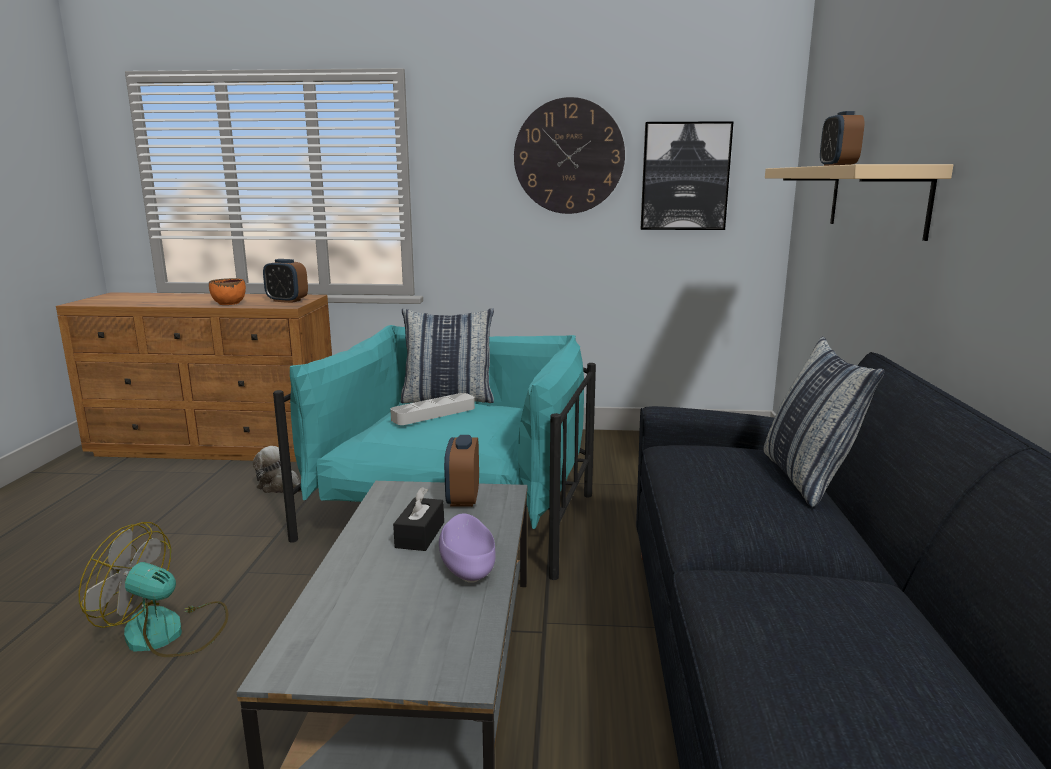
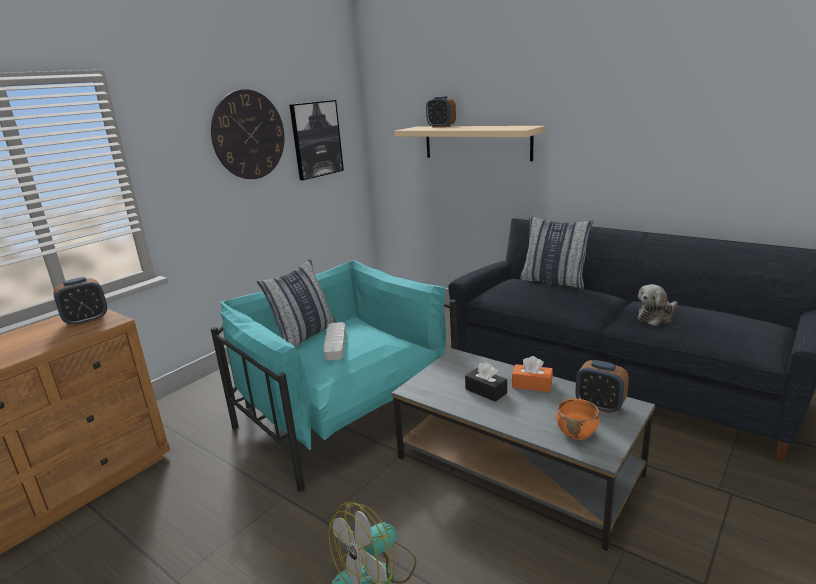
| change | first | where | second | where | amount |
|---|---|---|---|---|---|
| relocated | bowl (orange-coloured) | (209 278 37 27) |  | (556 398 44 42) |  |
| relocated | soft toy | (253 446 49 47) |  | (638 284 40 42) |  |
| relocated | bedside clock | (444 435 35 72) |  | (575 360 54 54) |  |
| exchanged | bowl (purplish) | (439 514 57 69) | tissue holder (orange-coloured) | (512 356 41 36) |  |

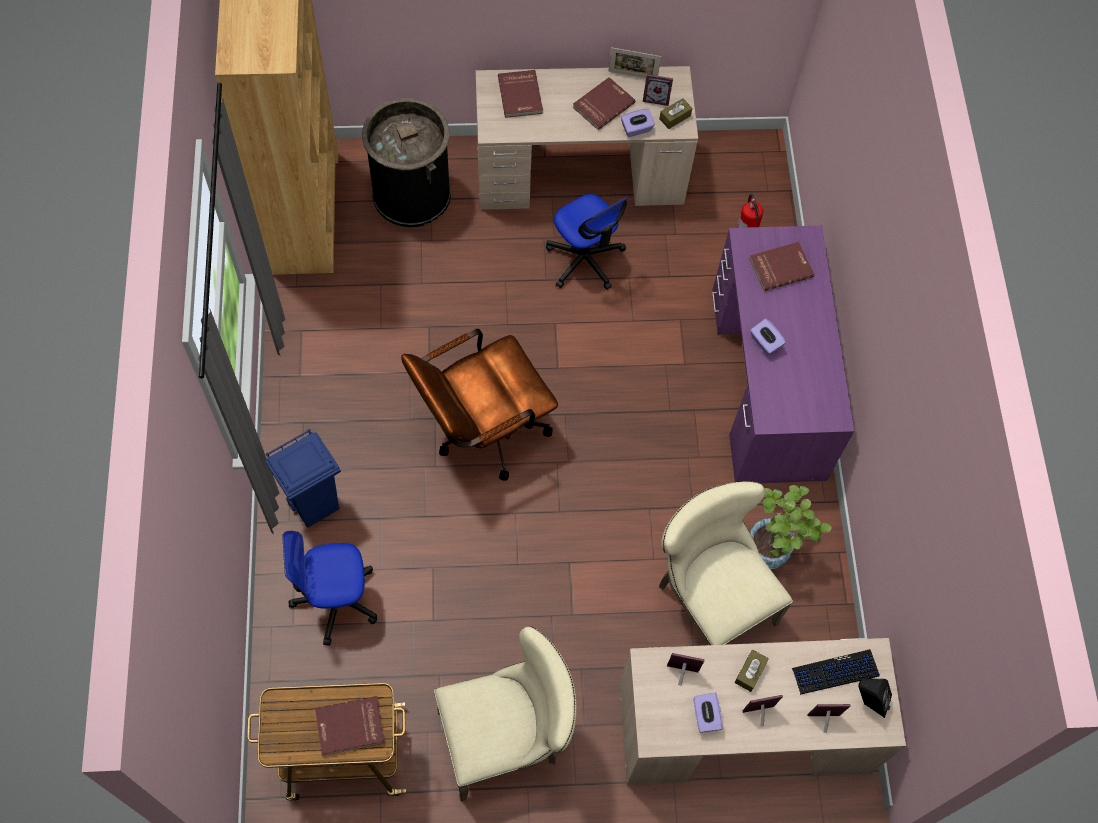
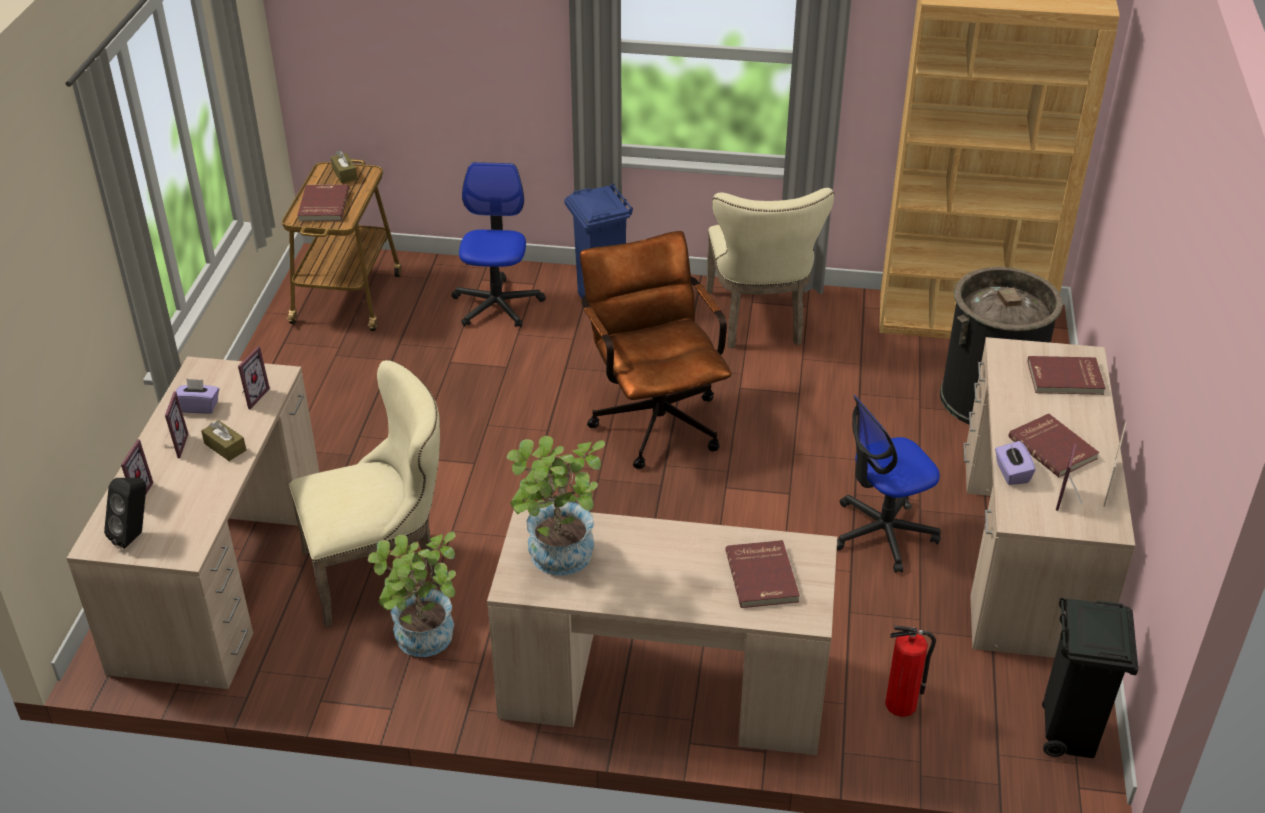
| change | first | where | second | where | amount |
|---|---|---|---|---|---|
| missing | tissue holder (purplish) | (750 318 36 38) |  |  |  |
| missing | keyboard | (792 649 88 46) |  |  |  |
| appeared |  |  | houseplant | (507 436 98 140) |  |
| appeared |  |  | rubbish bin (black) | (1042 597 96 161) |  |
| relocated | upright chair (beige) | (434 626 143 175) |  | (706 188 128 161) |  |
| relocated | tissue holder (brown-coloured) | (659 98 33 31) |  | (331 150 27 33) |  |
| colour | desk unit (purplish) | (712 226 142 257) | desk unit (beige) | (487 509 350 246) |  |

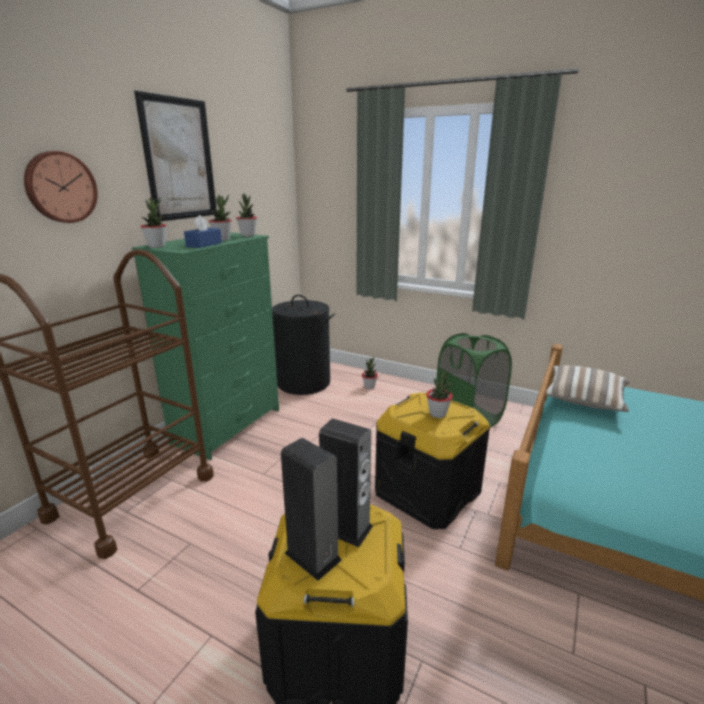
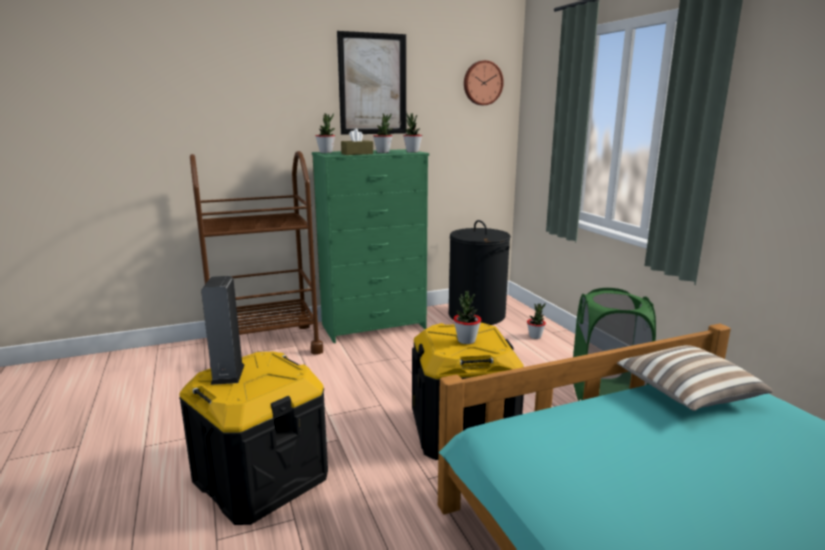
| change | first | where | second | where | amount |
|---|---|---|---|---|---|
| missing | loudspeaker | (319 418 54 129) |  |  |  |
| relocated | clock on the wall | (24 151 74 72) |  | (464 60 40 45) |  |
| colour | tissue holder (bluish) | (184 215 38 33) | tissue holder (brown-coloured) | (341 129 32 26) |  |

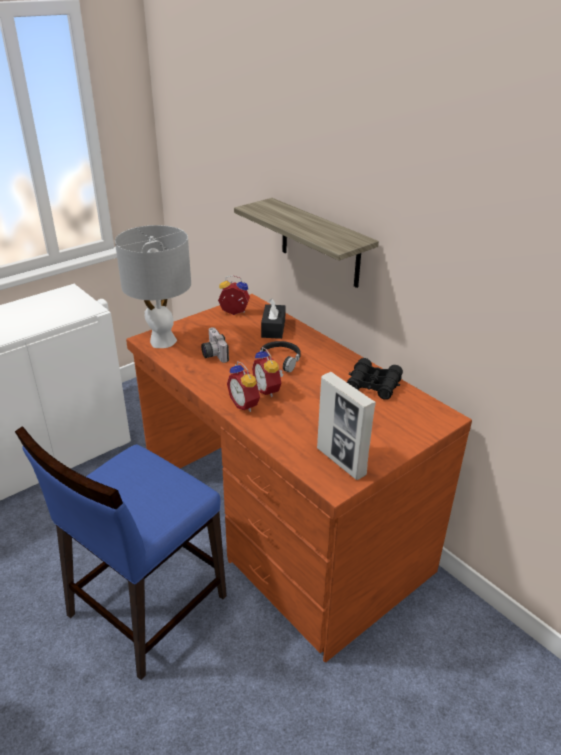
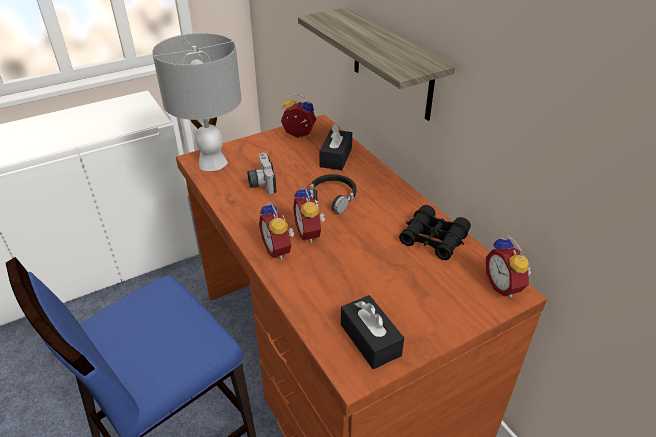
| change | first | where | second | where | amount |
|---|---|---|---|---|---|
| appeared |  |  | bedside clock | (486 235 45 63) |  |
| exchanged | standing frame | (317 372 59 108) | tissue holder (black) | (341 295 63 74) |  |

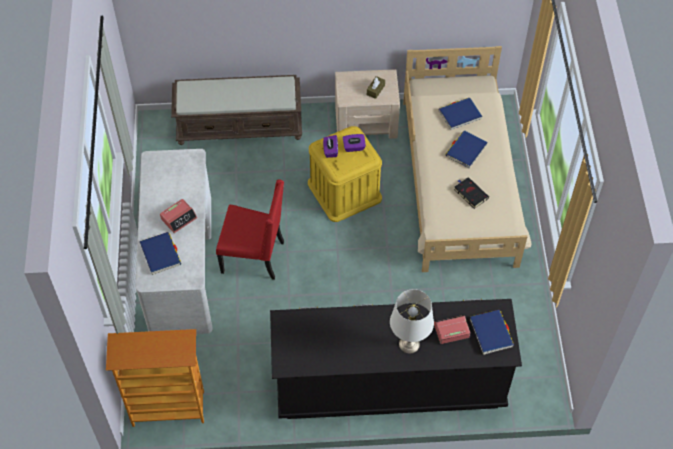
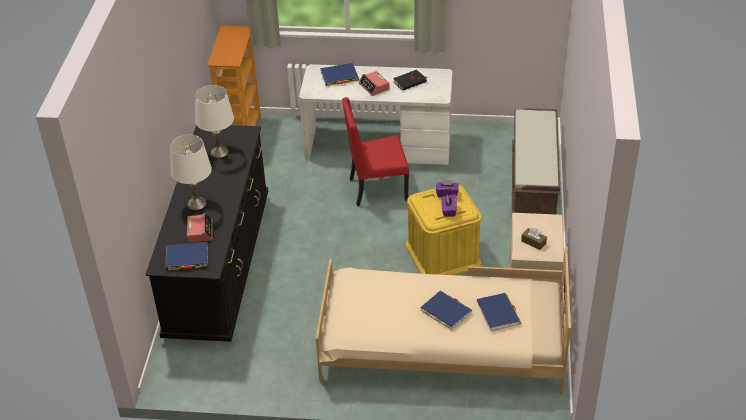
| change | first | where | second | where | amount |
|---|---|---|---|---|---|
| appeared |  |  | lamp for a table (white-coloured) | (195 85 39 73) |  |
| relocated | volume (black) | (454 177 35 32) |  | (393 70 35 21) |  |
| spun | upright chair (reddish) | (216 180 68 100) |  | (342 97 67 109) | 60 degrees clockwise |

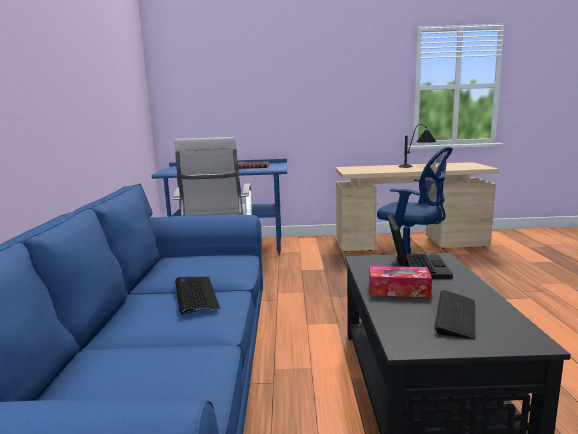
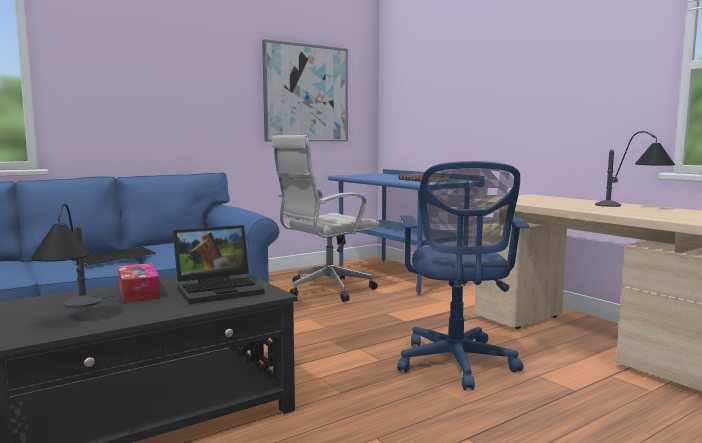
| change | first | where | second | where | amount |
|---|---|---|---|---|---|
| appeared |  |  | picture | (262 39 86 103) |  |
| exchanged | keyboard | (434 290 42 50) | lamp for a table | (31 204 71 104) |  |

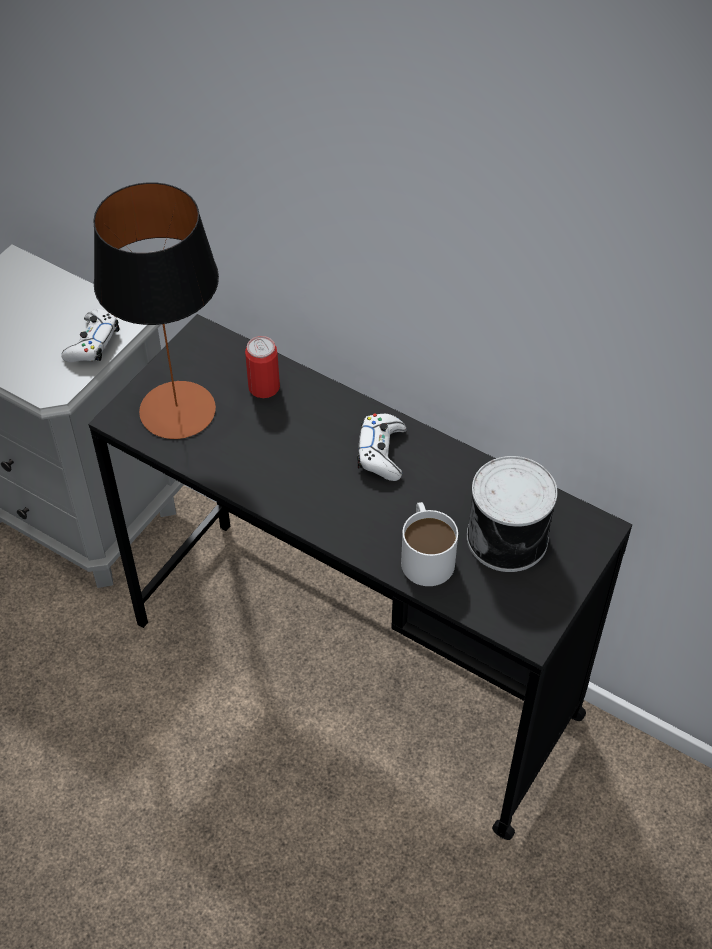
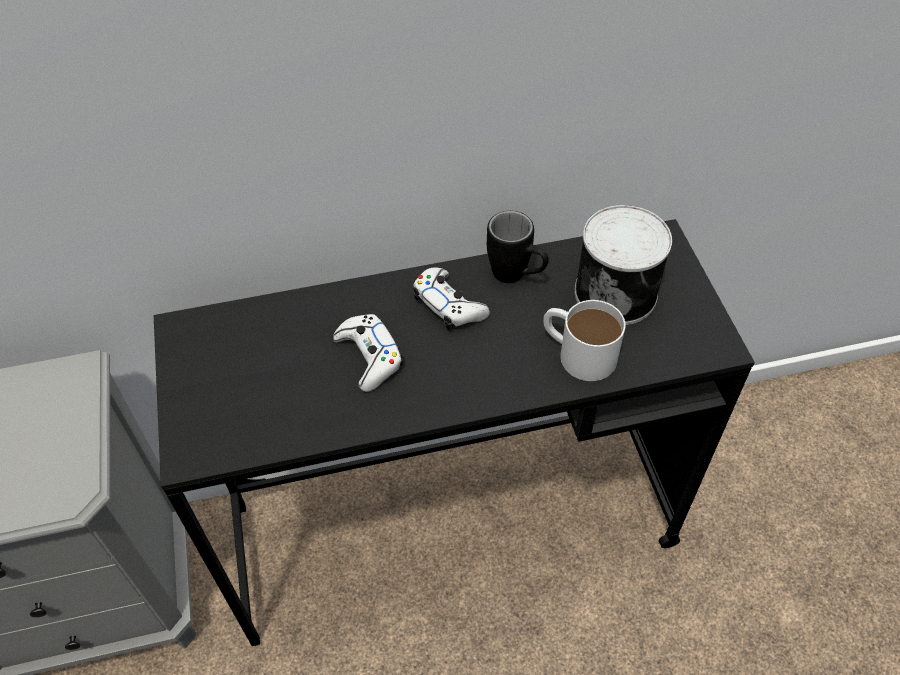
| change | first | where | second | where | amount |
|---|---|---|---|---|---|
| missing | lamp for a table | (93 182 126 257) |  |  |  |
| missing | can | (245 336 35 62) |  |  |  |
| appeared |  |  | mug (black) | (487 211 62 72) |  |
| relocated | joypad (white-coloured) | (61 309 59 53) |  | (333 314 70 78) |  |

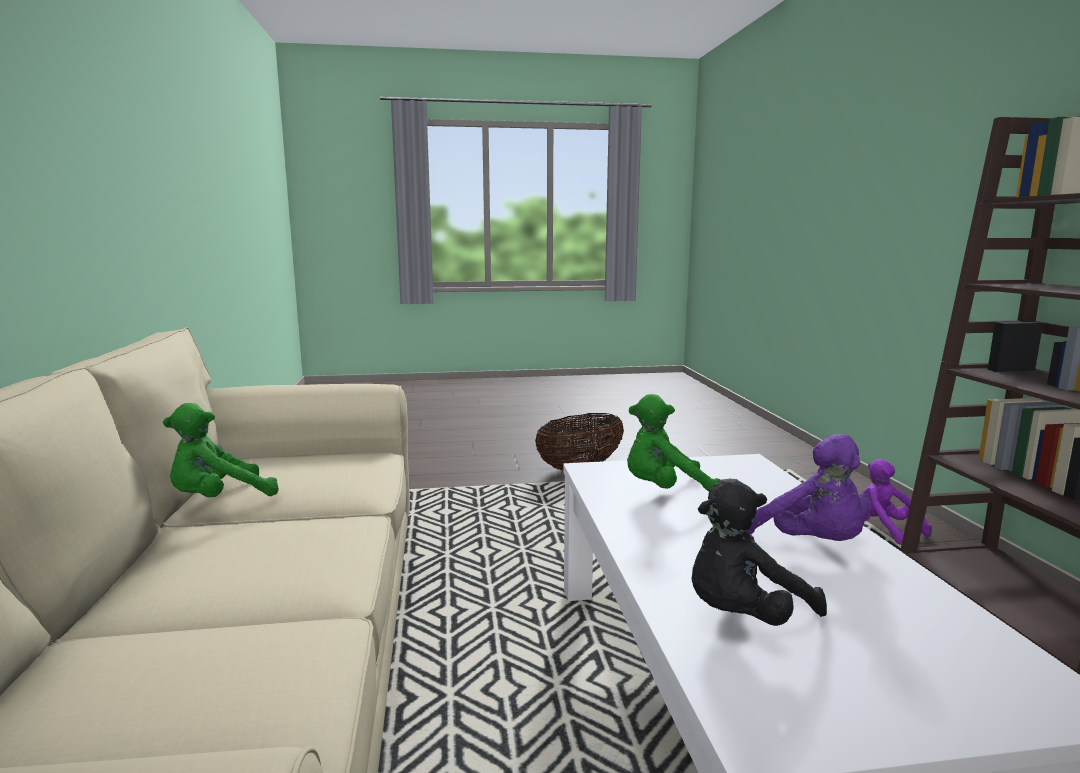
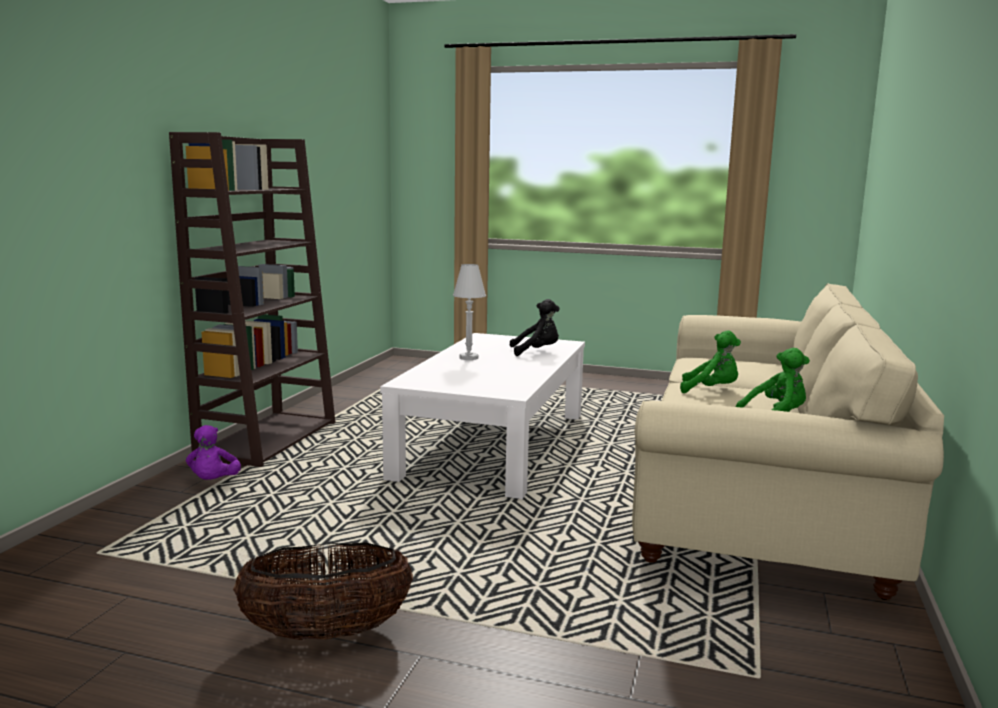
| change | first | where | second | where | amount |
|---|---|---|---|---|---|
| relocated | soft toy (green) | (627 394 94 98) |  | (680 330 61 63) |  |
| exchanged | soft toy (purplish) | (746 434 124 107) | lamp for a table (white-coloured) | (453 264 33 96) |  |

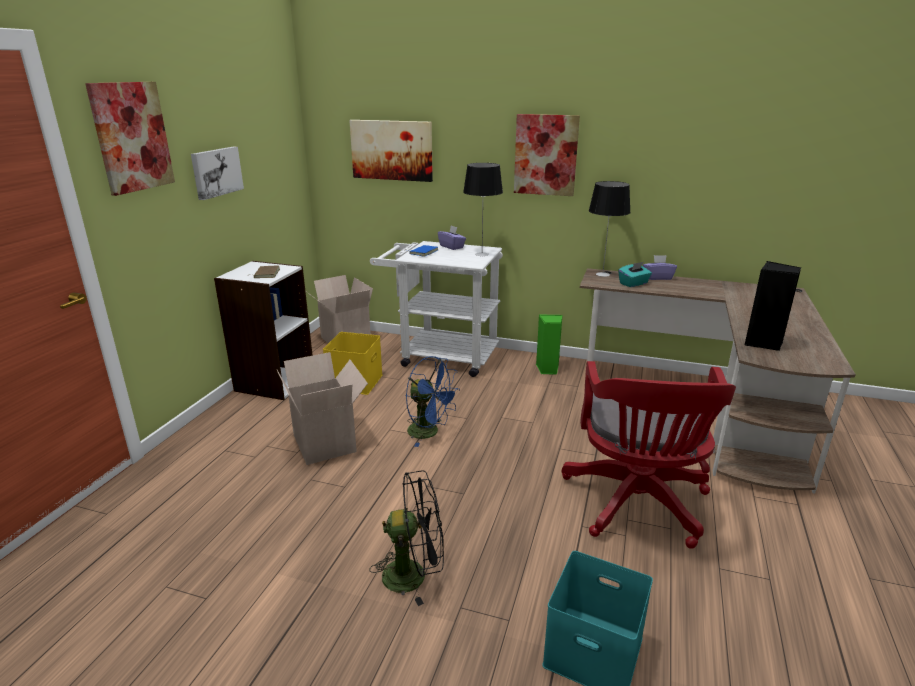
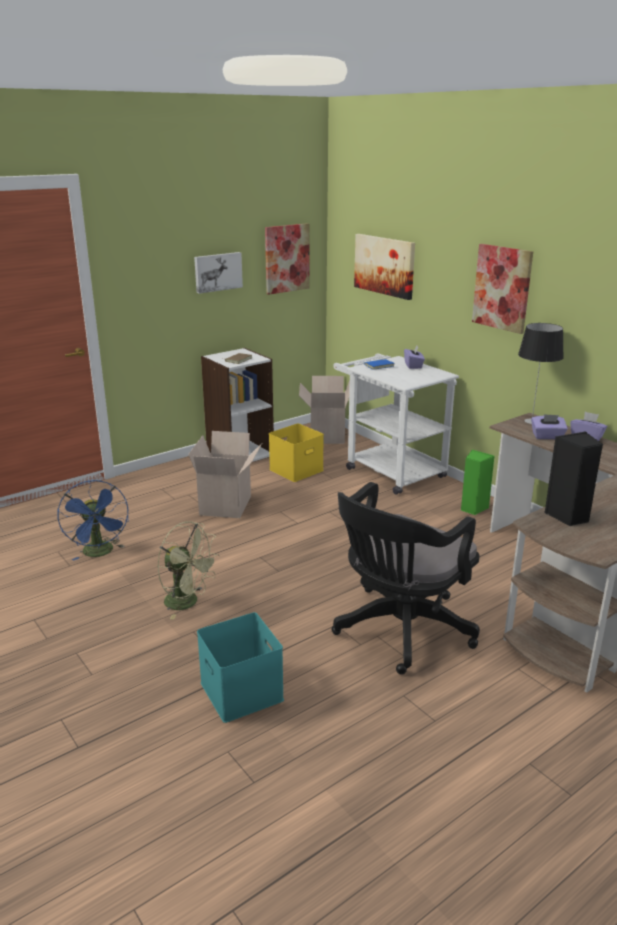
| change | first | where | second | where | amount |
|---|---|---|---|---|---|
| missing | lamp for a table | (463 163 40 93) |  |  |  |
| relocated | picture | (85 82 90 114) |  | (265 223 44 72) |  |
| relocated | fan (bluish) | (406 356 54 91) |  | (58 480 71 81) |  |
| colour | fan (black) | (369 470 75 136) | fan (green) | (157 521 63 98) |  |
| colour | office chair (reddish) | (561 361 175 188) | office chair (black) | (331 482 149 193) |  |
| colour | tissue holder (turquoise-coloured) | (618 262 34 25) | tissue holder (purplish) | (531 414 37 25) |  |

